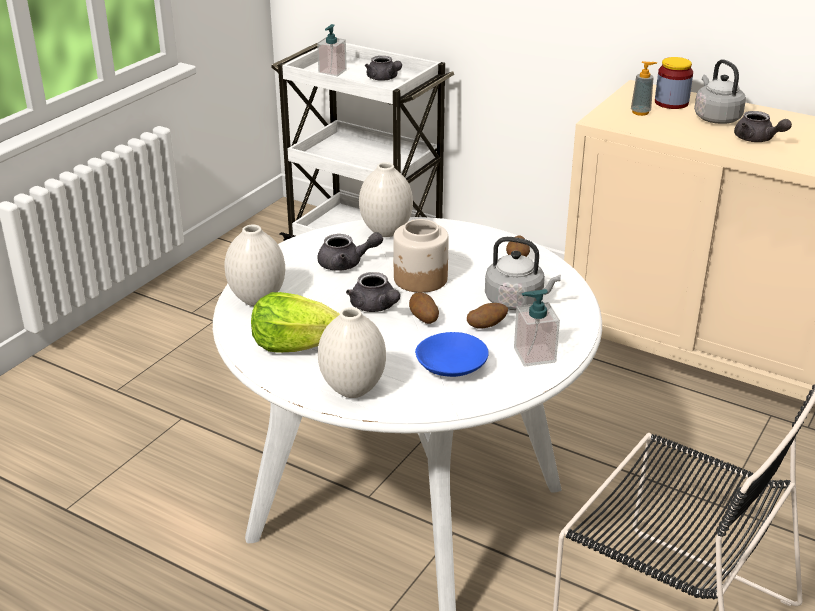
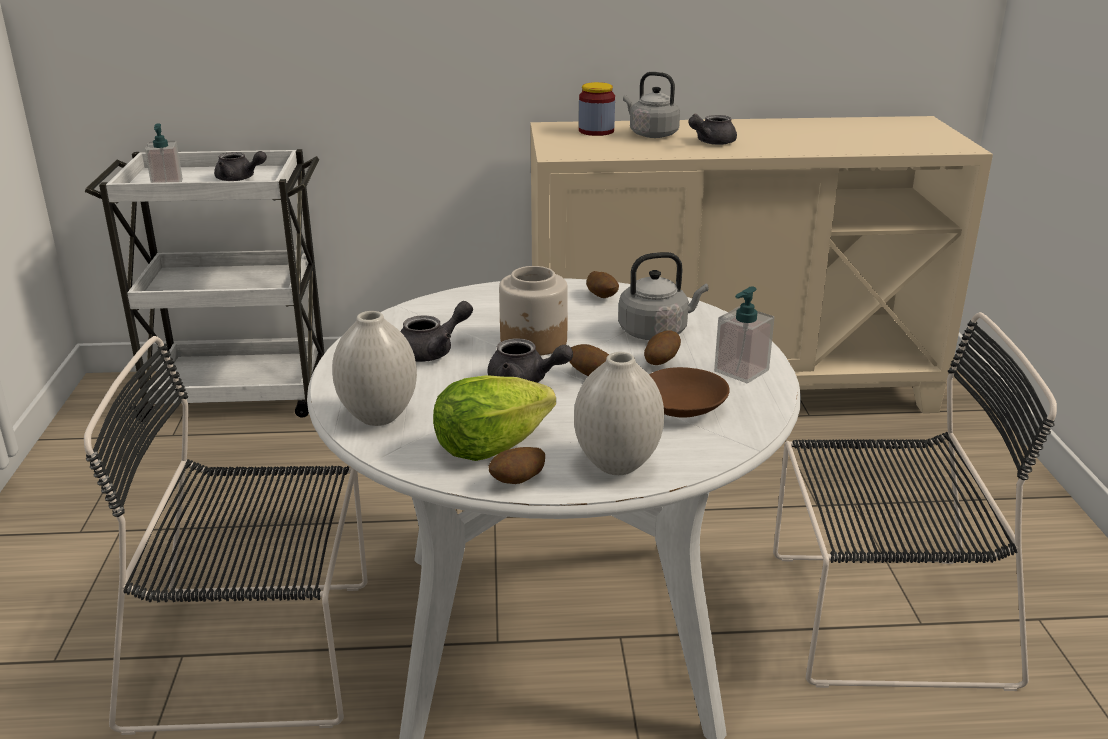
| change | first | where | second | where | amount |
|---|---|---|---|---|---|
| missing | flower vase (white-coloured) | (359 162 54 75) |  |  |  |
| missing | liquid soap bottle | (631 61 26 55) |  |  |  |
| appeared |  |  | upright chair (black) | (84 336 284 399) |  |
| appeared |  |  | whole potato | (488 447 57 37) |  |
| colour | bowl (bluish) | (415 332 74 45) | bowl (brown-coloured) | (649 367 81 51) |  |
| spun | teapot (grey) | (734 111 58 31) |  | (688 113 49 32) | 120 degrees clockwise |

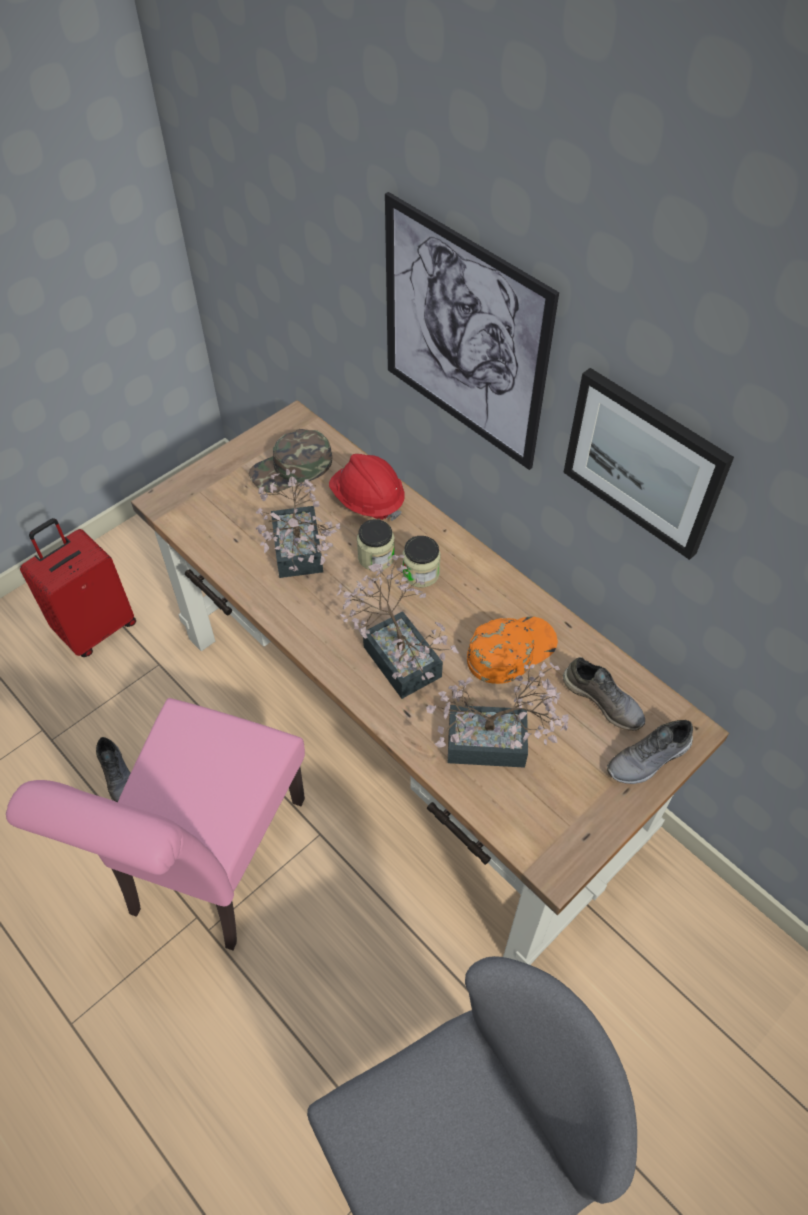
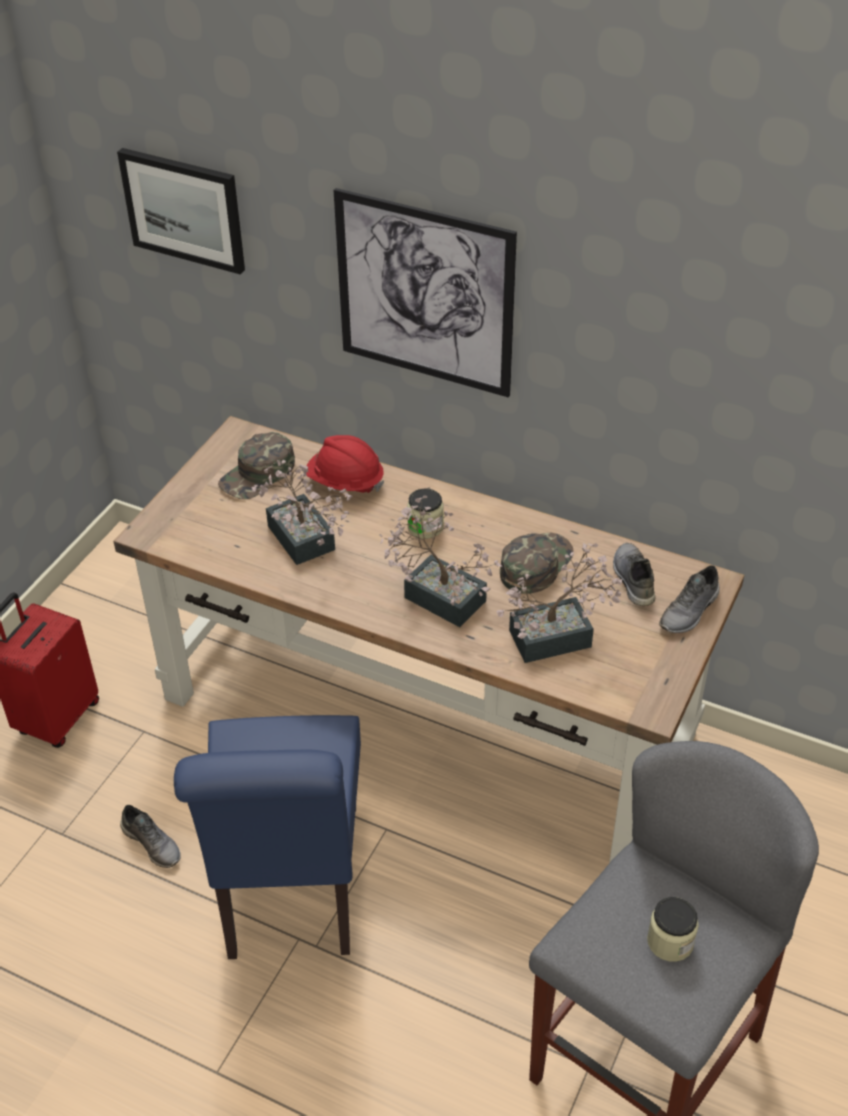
| change | first | where | second | where | amount |
|---|---|---|---|---|---|
| relocated | jar | (357 519 38 52) |  | (647 897 52 65) |  |
| relocated | picture | (563 368 171 192) |  | (117 148 128 126) |  |
| colour | upright chair (pinkish) | (6 698 299 253) | upright chair (bluish) | (174 715 187 244) |  |
| colour | baseball cap (orange-coloured) | (467 617 91 67) | baseball cap (green) | (500 533 74 61) |  |
| spun | low shoe (grey) | (563 657 82 74) |  | (613 543 42 63) | 120 degrees counterclockwise |

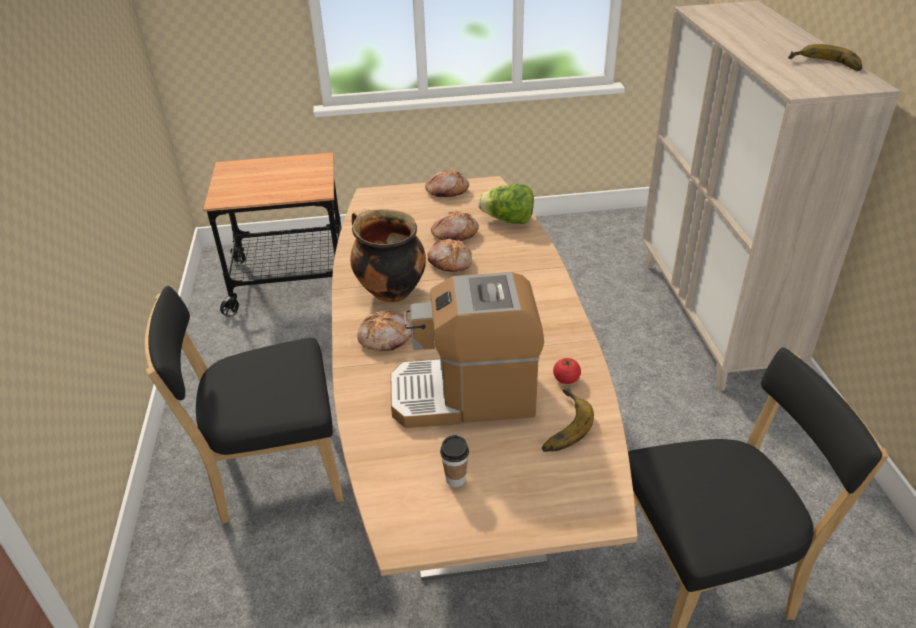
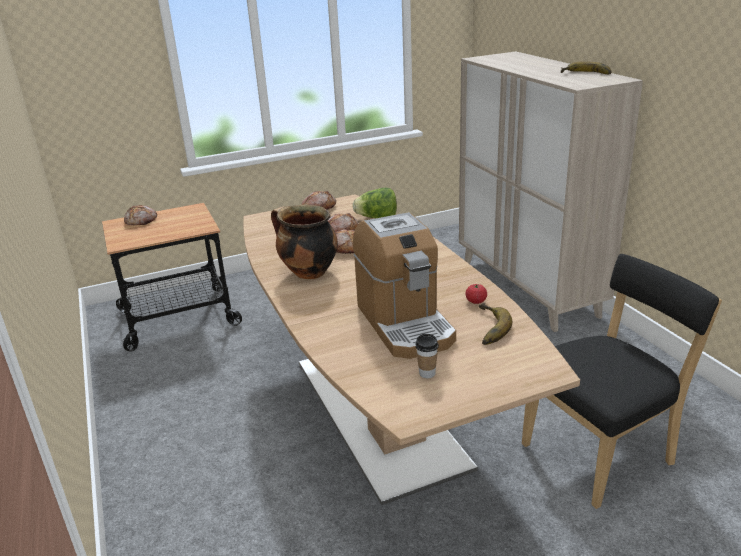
| change | first | where | second | where | amount |
|---|---|---|---|---|---|
| missing | upright chair (black) | (145 286 199 238) |  |  |  |
| relocated | bread | (357 311 55 40) |  | (124 205 33 20) |  |
| spun | coffee machine | (390 272 154 156) |  | (353 212 103 147) | 90 degrees counterclockwise |

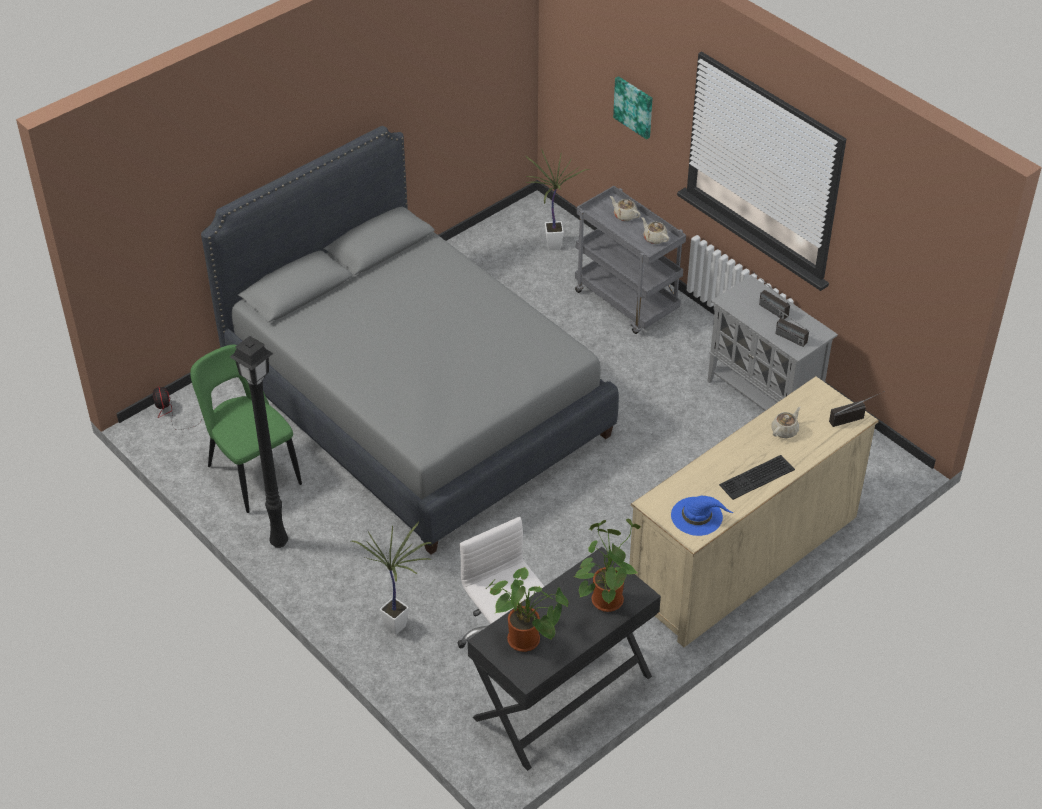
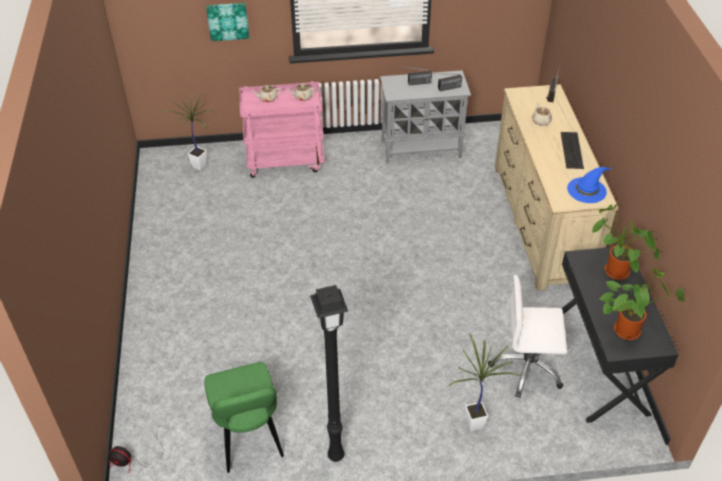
| change | first | where | second | where | amount |
|---|---|---|---|---|---|
| missing | bedroom bed (grey) | (201 126 418 429) |  |  |  |
| colour | cart (grey) | (575 186 111 148) | cart (pinkish) | (239 81 86 97) |  |
| spun | upright chair (green) | (190 345 112 168) |  | (204 362 80 111) | 105 degrees counterclockwise |

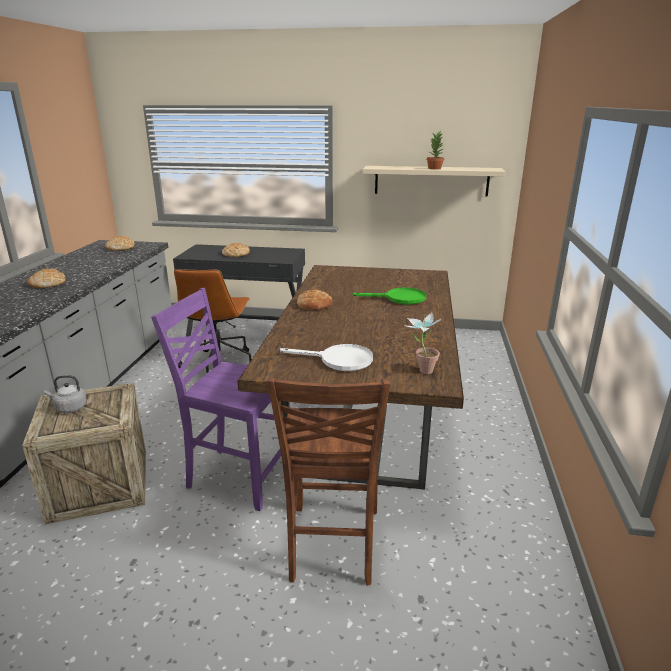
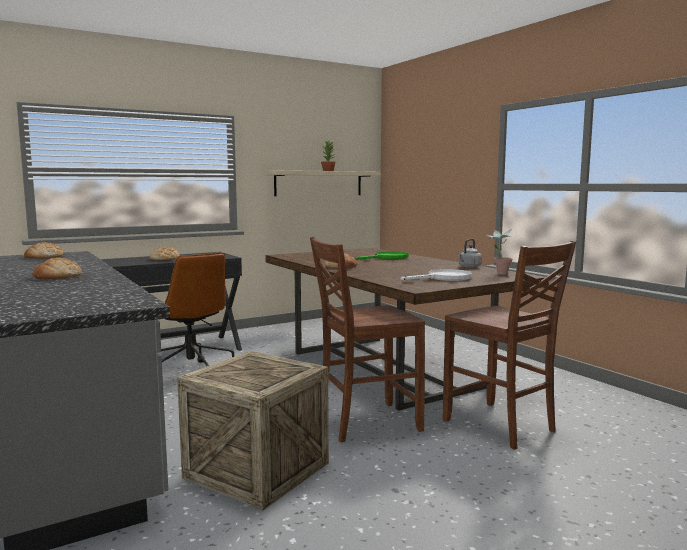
| change | first | where | second | where | amount |
|---|---|---|---|---|---|
| relocated | water kettle (grey) | (44 375 43 38) |  | (458 239 24 29) |  |
| colour | upright chair (purplish) | (151 288 130 223) | upright chair (brown-coloured) | (310 237 115 206) |  |

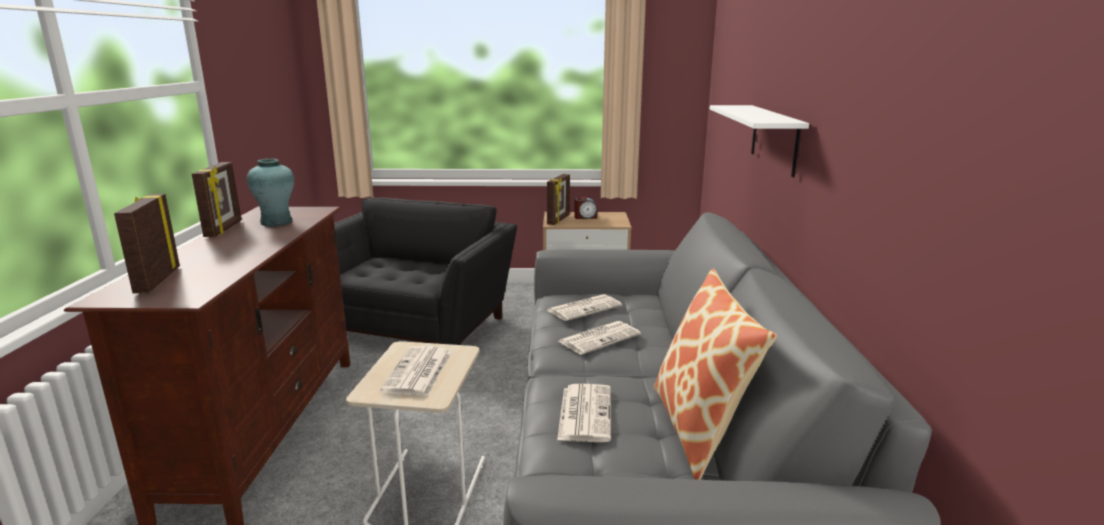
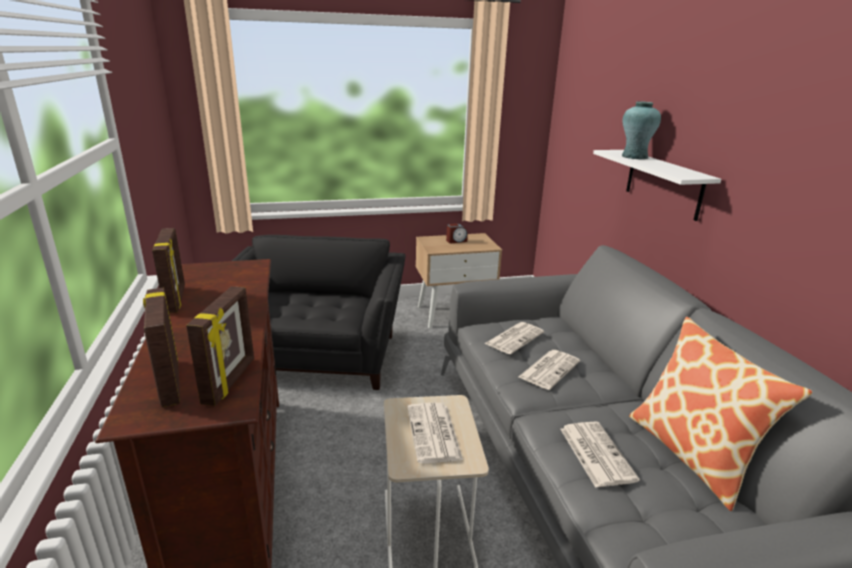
| change | first | where | second | where | amount |
|---|---|---|---|---|---|
| relocated | flower vase (turquoise-coloured) | (247 159 47 67) |  | (622 101 39 58) |  |
| relocated | standing frame | (547 174 23 51) |  | (186 286 68 120) |  |

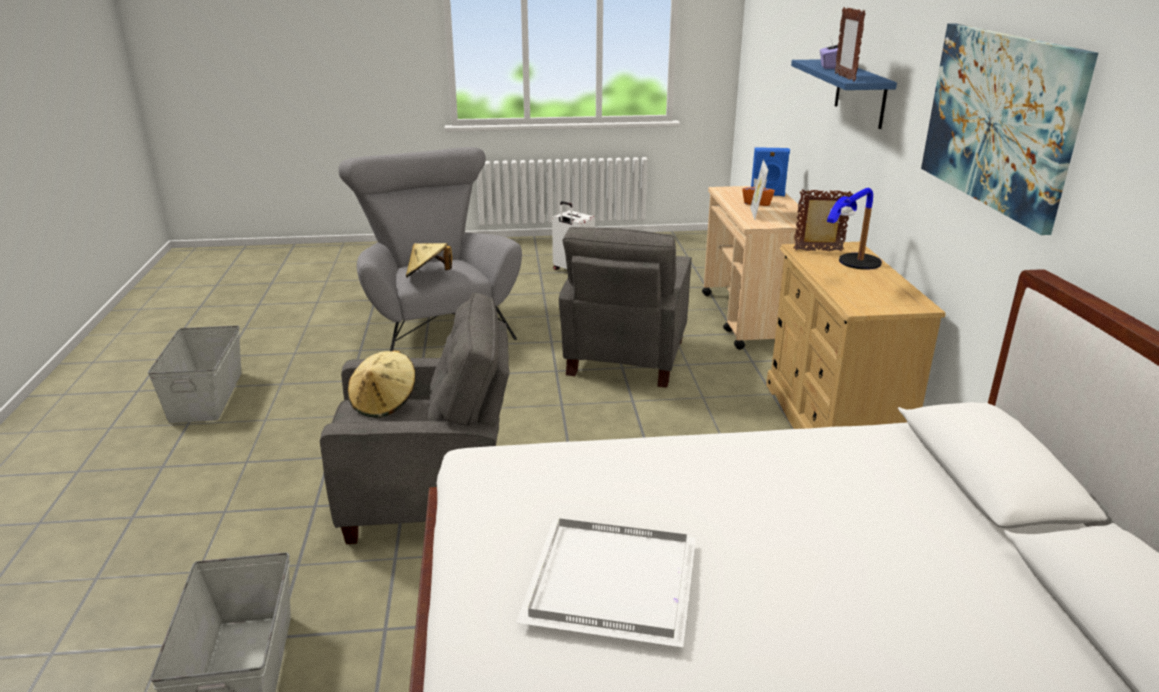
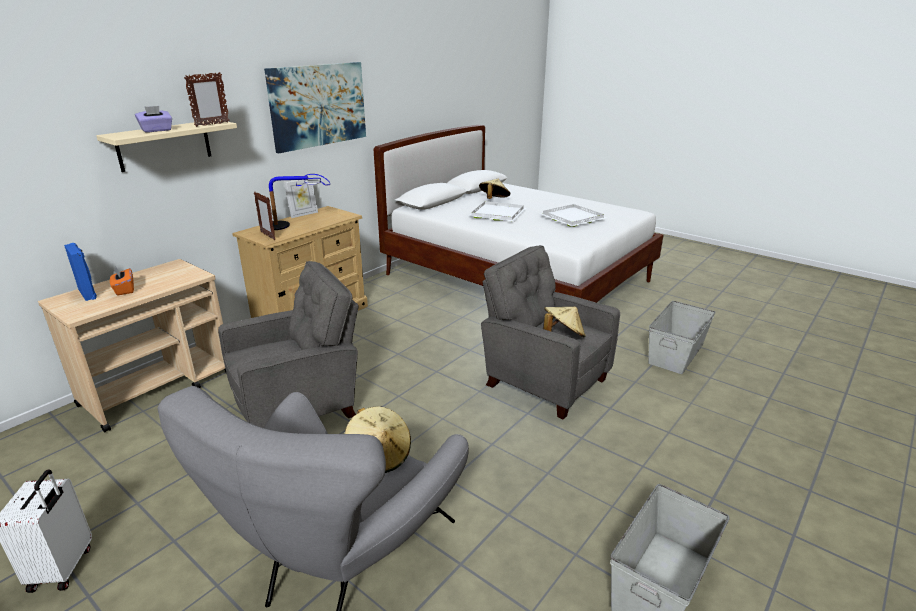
| change | first | where | second | where | amount |
|---|---|---|---|---|---|
| appeared |  |  | serving tray (white-coloured) | (468 201 58 20) |  |
| appeared |  |  | hat (beige) | (479 179 31 20) |  |
| relocated | standing frame | (750 160 19 60) |  | (284 176 34 42) |  |
| colour | wall shelf (bluish) | (791 59 106 70) | wall shelf (beige) | (96 120 141 52) |  |

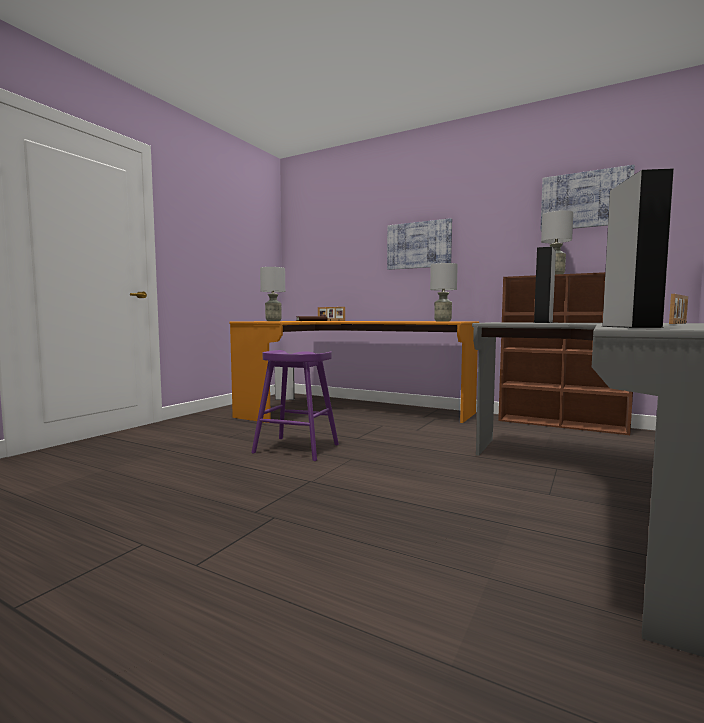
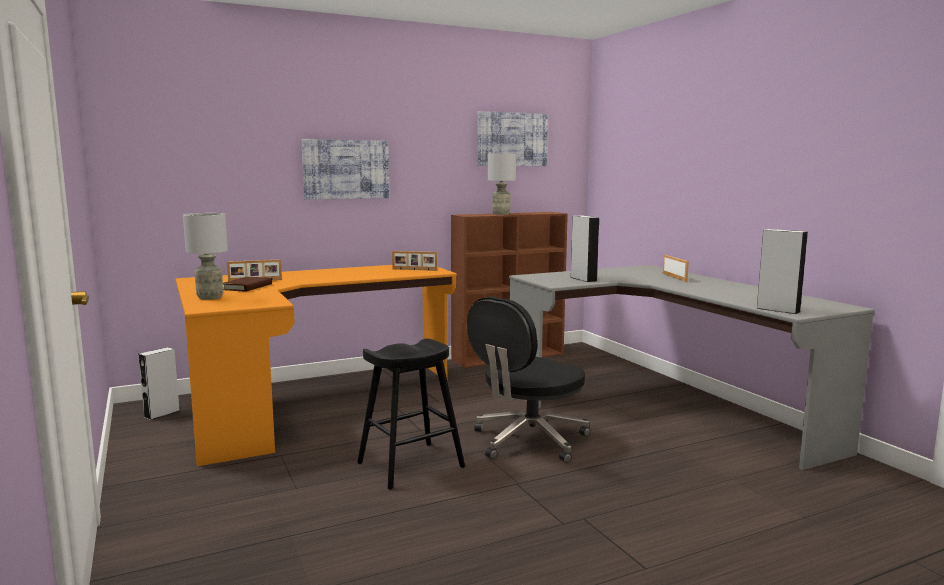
| change | first | where | second | where | amount |
|---|---|---|---|---|---|
| appeared |  |  | office chair (black) | (467 297 123 166) |  |
| exchanged | lamp for a table (grey) | (430 263 28 58) | standing frame | (392 251 45 20) |  |
| colour | sitting stool (purplish) | (251 350 88 111) | sitting stool (black) | (357 338 108 151) |  |

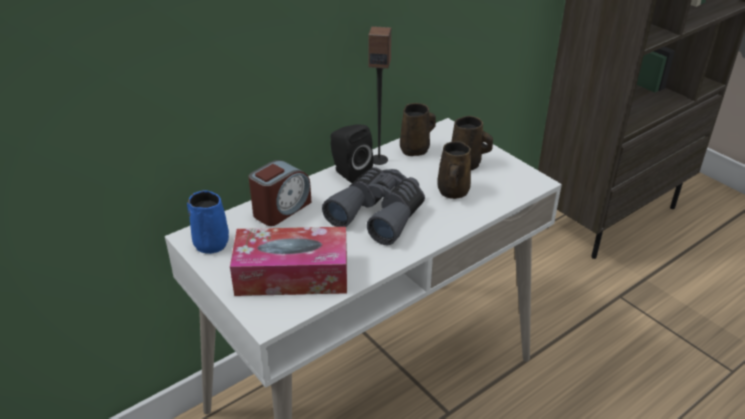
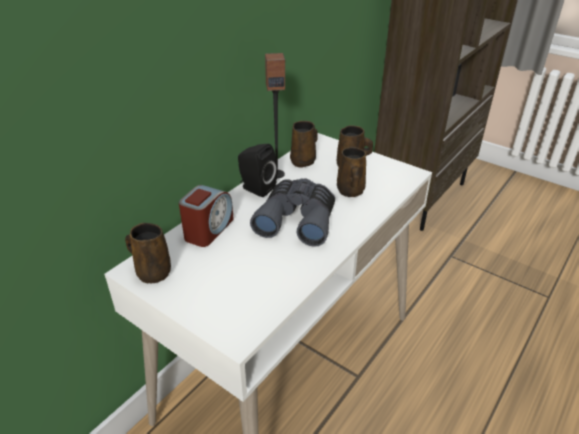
| change | first | where | second | where | amount |
|---|---|---|---|---|---|
| missing | tissue holder | (230 227 117 69) |  |  |  |
| colour | mug (bluish) | (187 190 42 64) | mug (brown-coloured) | (125 223 46 60) |  |

